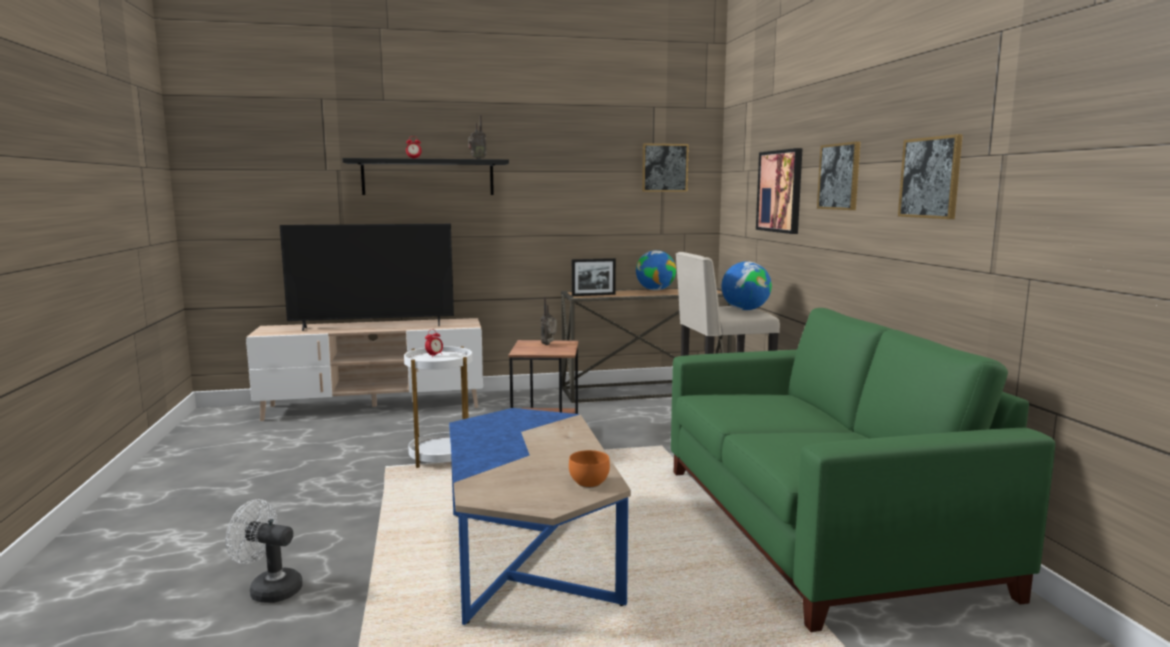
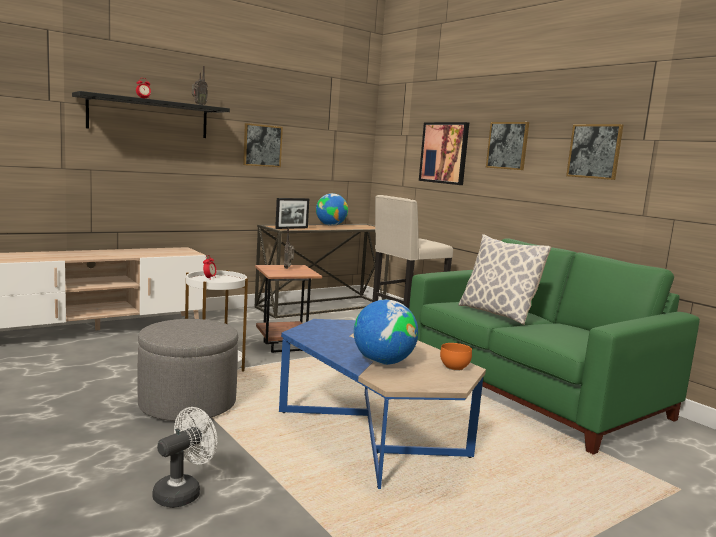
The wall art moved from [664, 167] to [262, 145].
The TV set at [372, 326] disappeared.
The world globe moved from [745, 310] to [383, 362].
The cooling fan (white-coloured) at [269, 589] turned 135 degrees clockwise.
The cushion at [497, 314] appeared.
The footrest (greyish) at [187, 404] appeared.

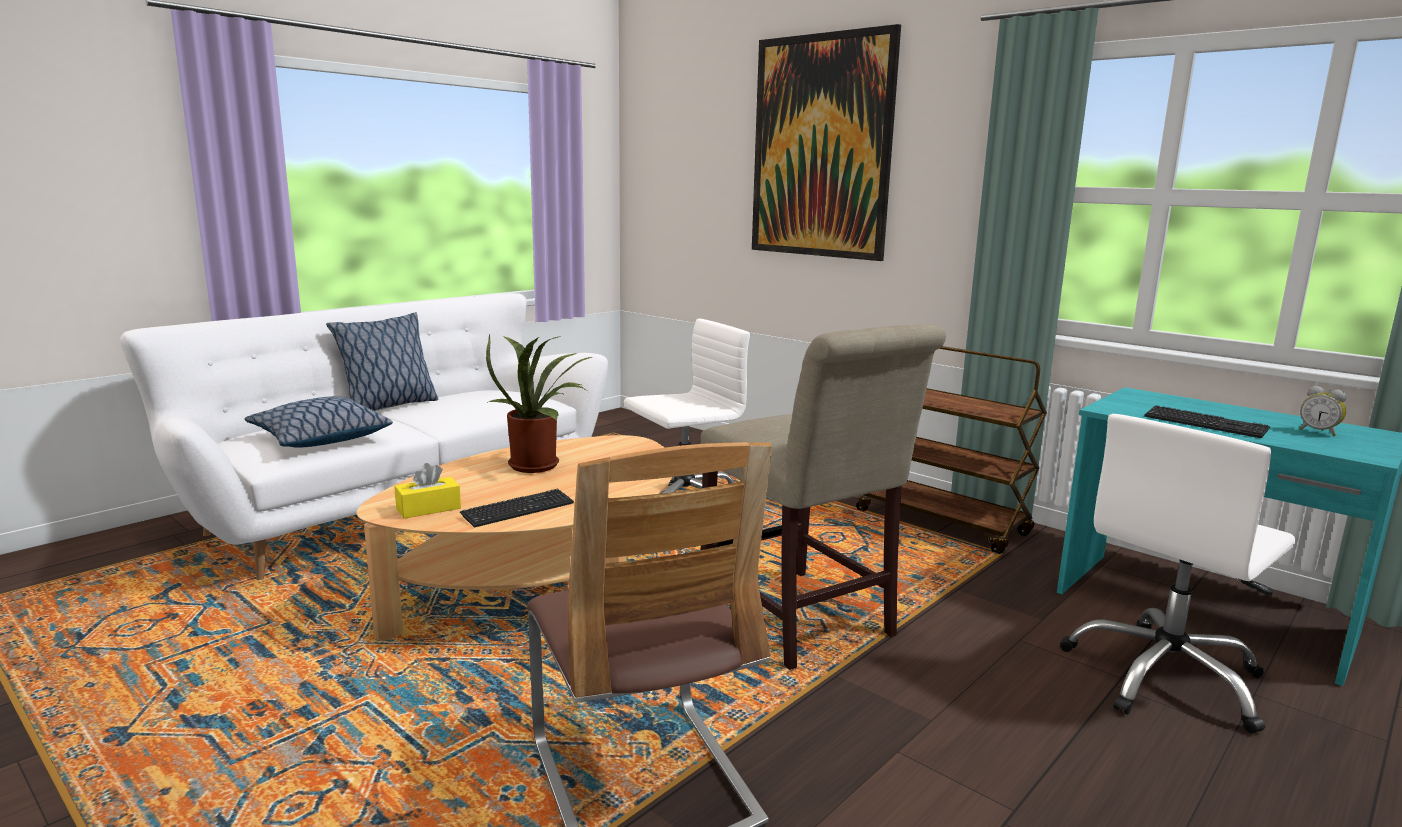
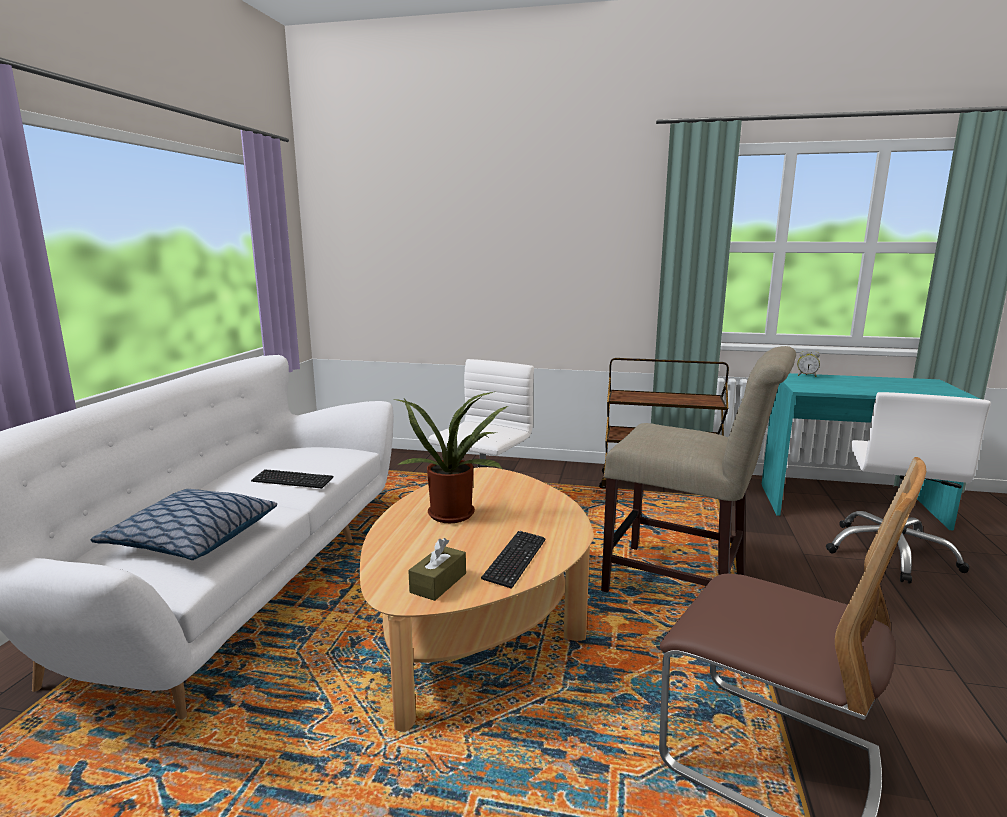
The wall art at [821, 147] disappeared.
The cushion at [388, 406] disappeared.
The bedside clock moved from [1319, 432] to [806, 376].
The keyboard moved from [1204, 424] to [292, 481].
The box of tissues (yellow-coloured) at [428, 508] became the box of tissues (brownish) at [438, 583].

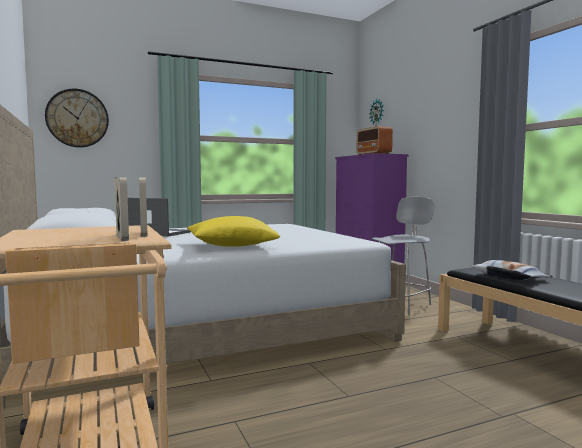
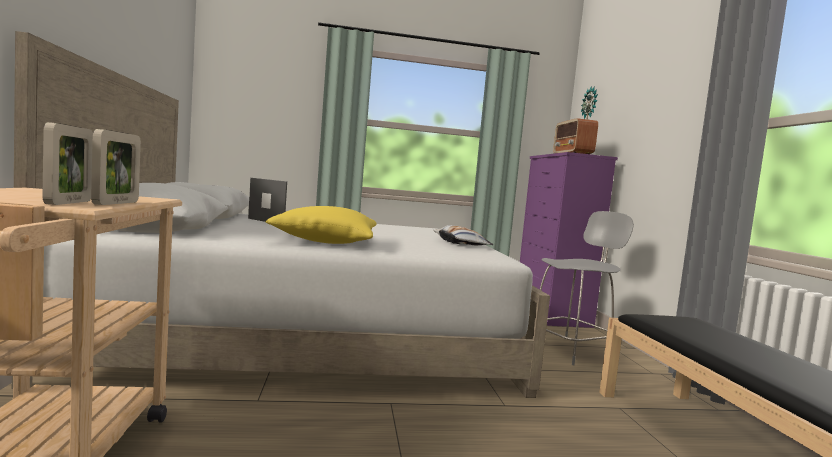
The clock on the wall at [77, 118] disappeared.
The cushion moved from [509, 277] to [460, 243].

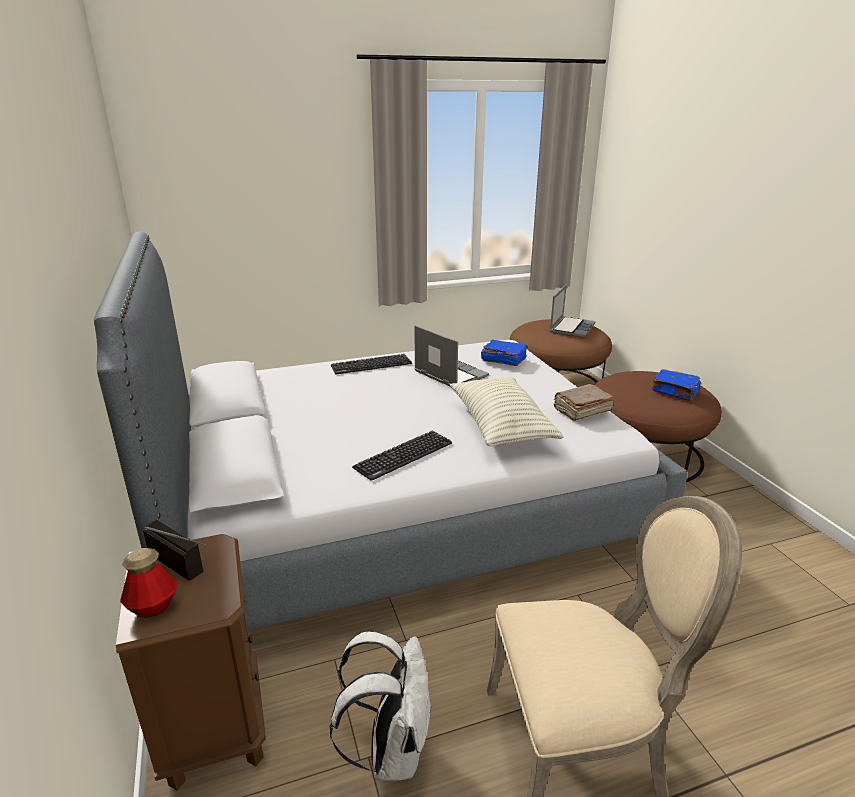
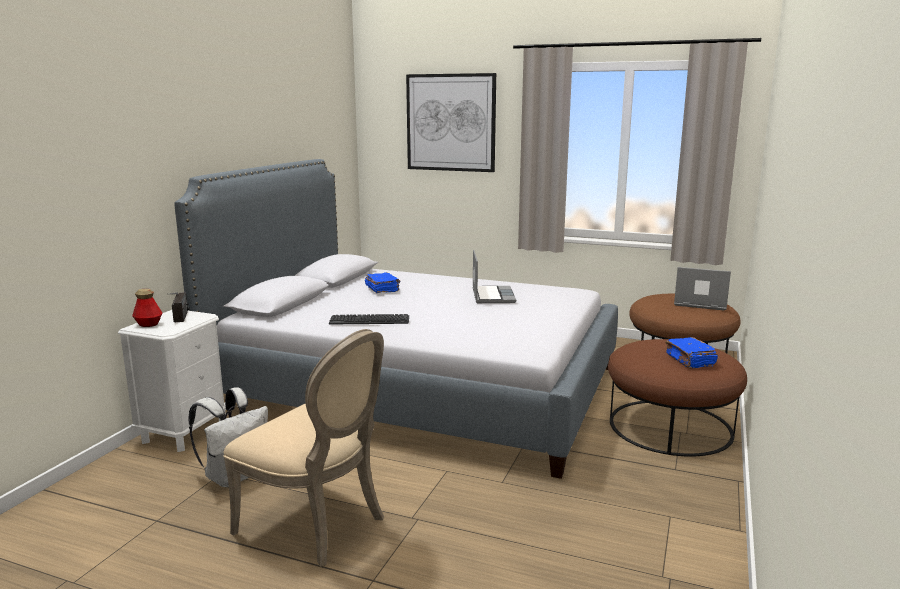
The laptop at [571, 328] turned 135 degrees counterclockwise.
The book (blue) moved from [503, 360] to [382, 289].
The keyboard at [371, 365] disappeared.
The cushion at [500, 426] disappeared.
The book (brownish) at [581, 411] disappeared.
The nightstand (brownish) at [213, 726] became the nightstand (white-coloured) at [184, 432].
The wall art at [450, 123] appeared.

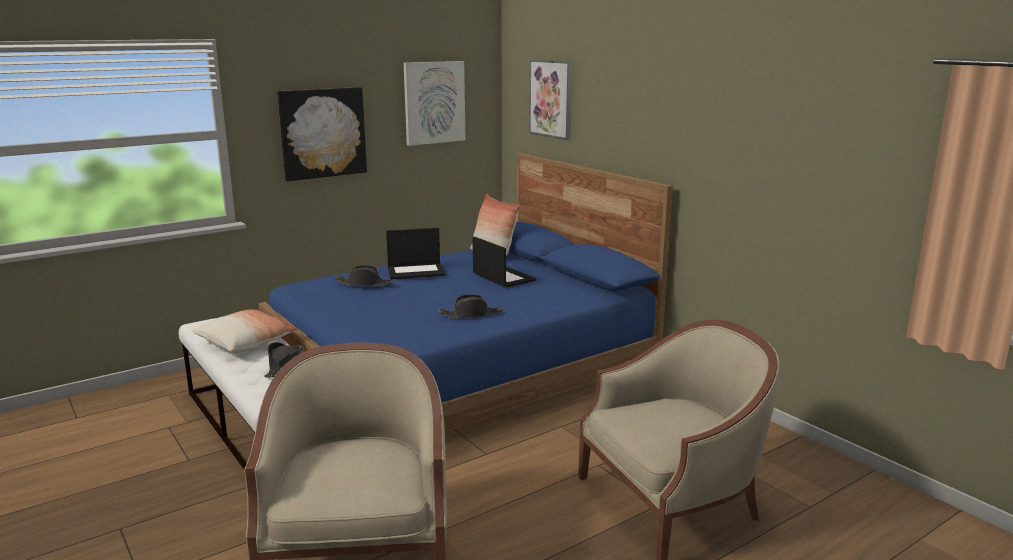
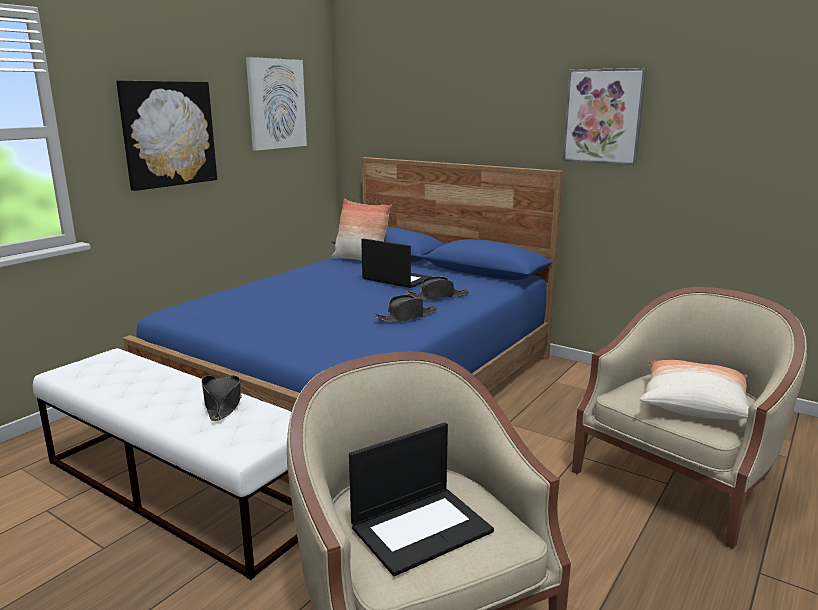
The wall art moved from [551, 99] to [603, 116].
The laptop moved from [416, 271] to [421, 528].
The wearable hat (blackish) moved from [364, 283] to [438, 296].
The cushion moved from [247, 343] to [693, 404].

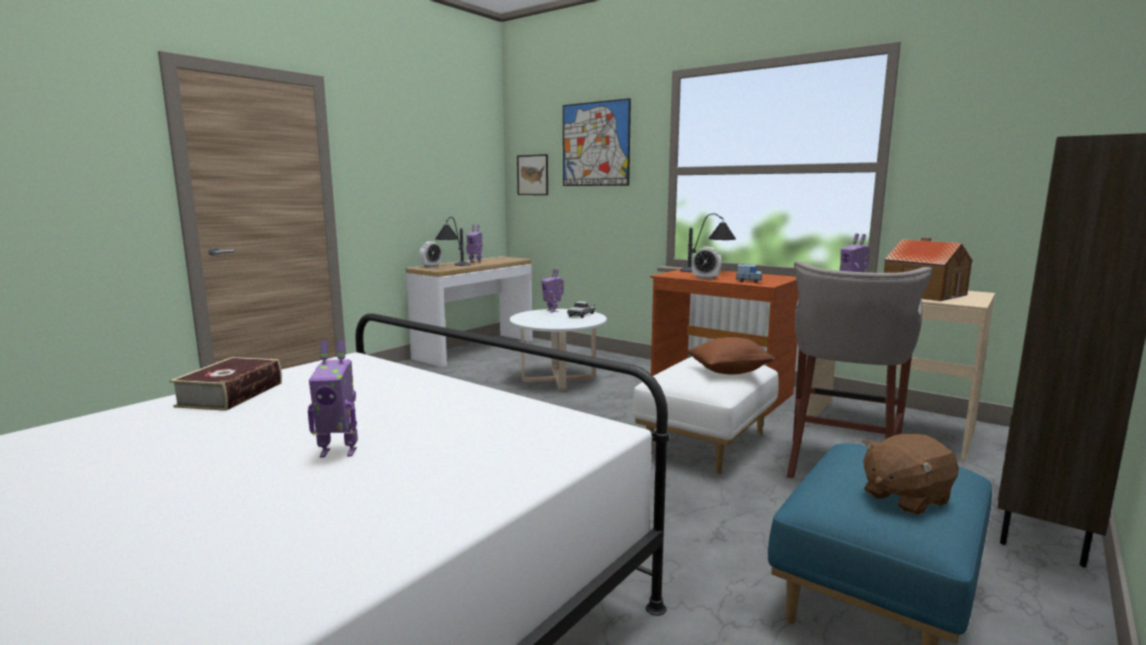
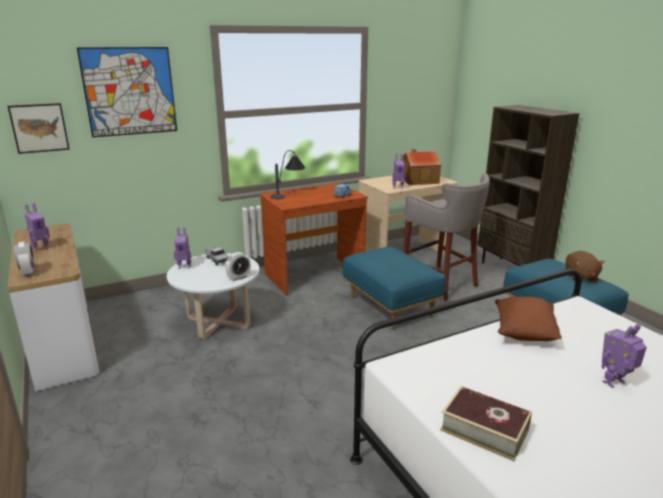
The table lamp at [453, 266] disappeared.
The bedside clock moved from [705, 278] to [238, 277].
The cushion (brownish) moved from [729, 372] to [524, 333].
The model robot at [339, 451] turned 135 degrees counterclockwise.
The footrest (white-coloured) at [705, 443] became the footrest (blue) at [389, 306].

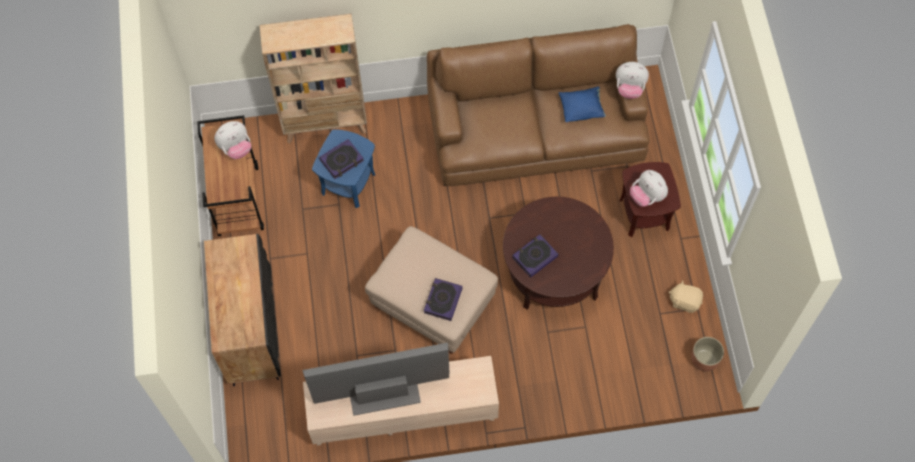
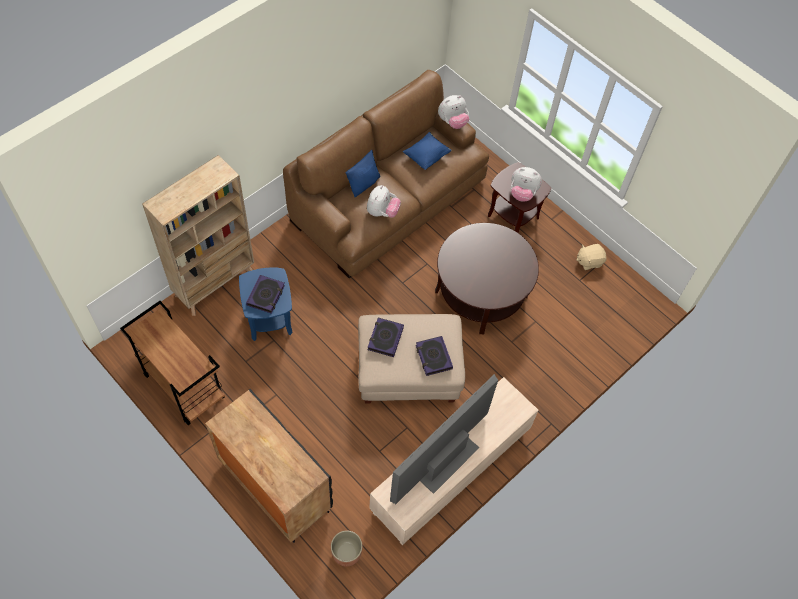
The cuddly toy moved from [236, 148] to [382, 212].
The book moved from [534, 257] to [385, 338].
The flower pot moved from [704, 360] to [346, 553].
The cushion (blue) at [363, 184] appeared.

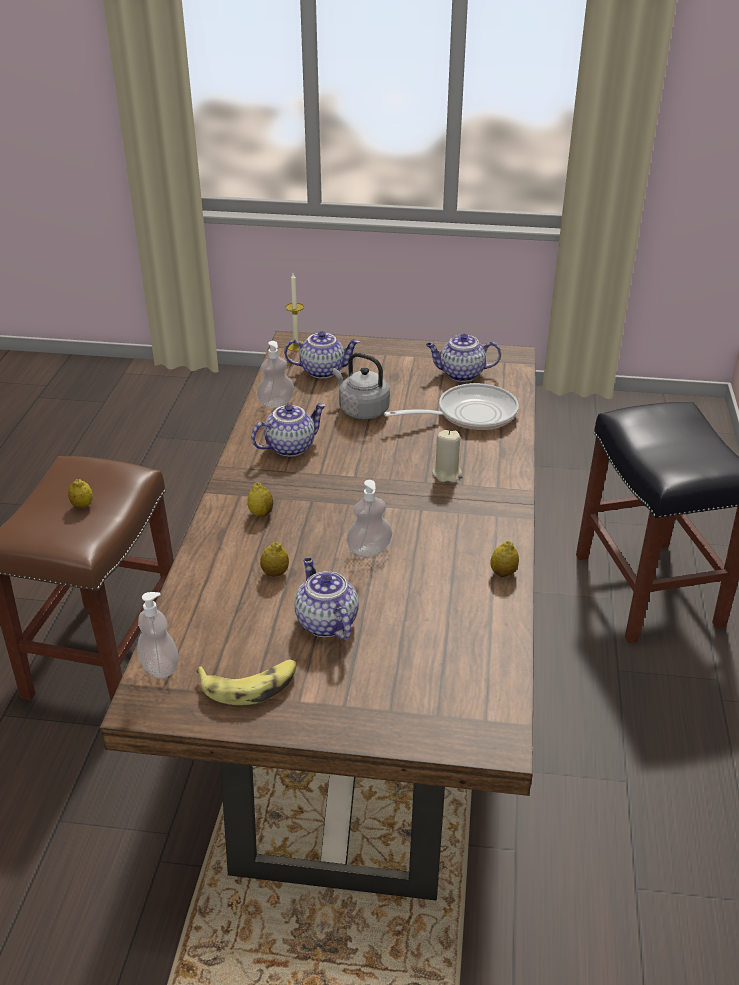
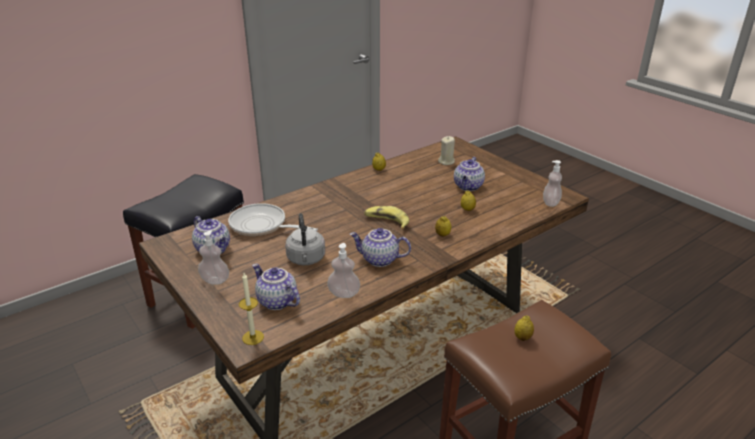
The wax candle (sand-coloured) moved from [447, 474] to [446, 162].
The soap dispenser moved from [369, 550] to [215, 280].
The whole banana moved from [250, 685] to [387, 221].

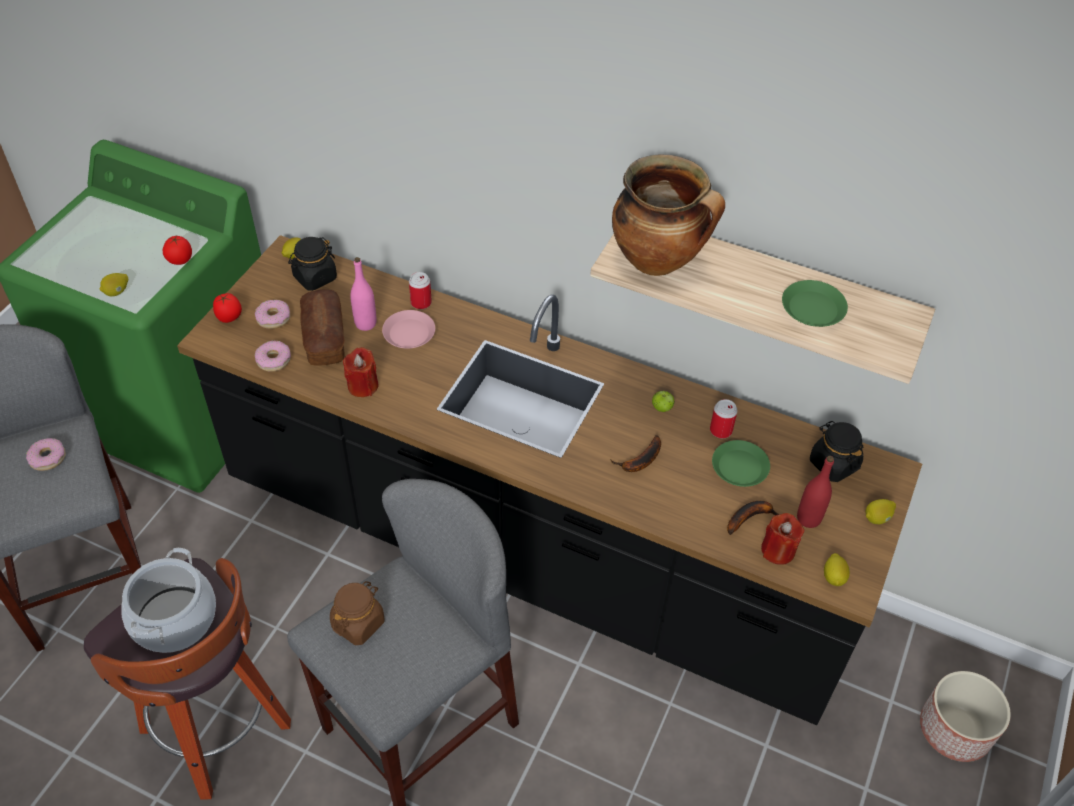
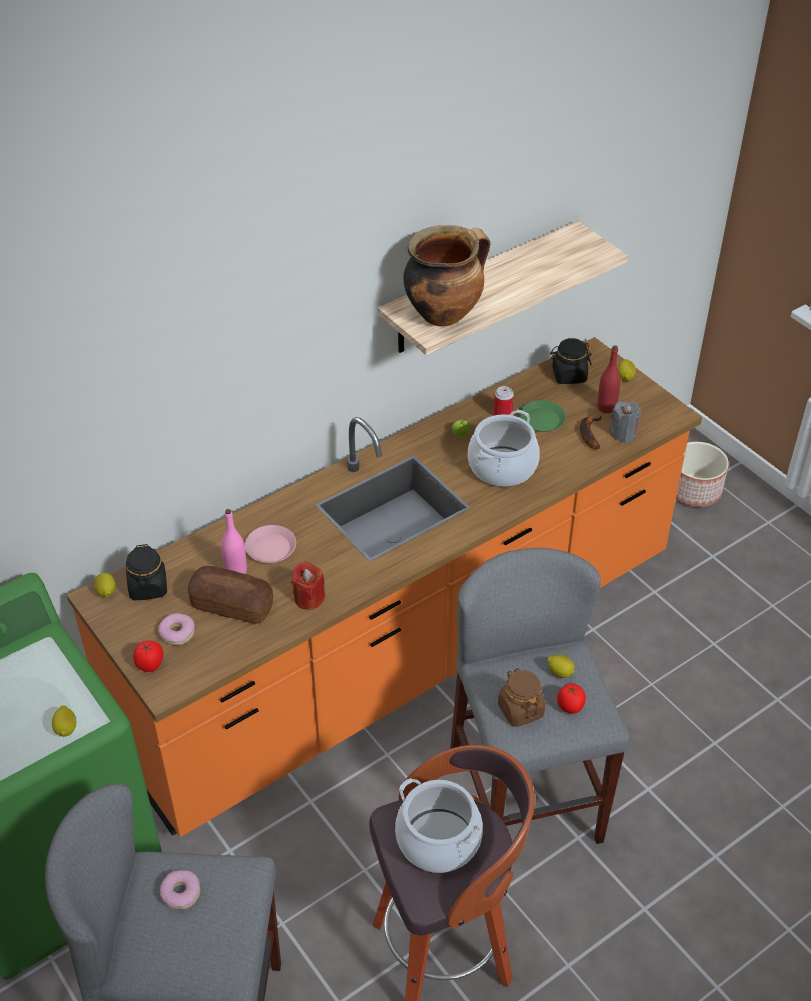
The kitchen base unit (blackish) at [532, 551] became the kitchen base unit (orange) at [405, 653].
The fresh tomato moved from [180, 261] to [570, 707].
The metal can at [421, 303] disappeared.
The plate (green) at [812, 308] disappeared.
The donut at [273, 360] disappeared.
The whole banana at [640, 461] was replaced by the stockpot at [502, 467].
The wax candle (red) at [778, 550] became the wax candle (greyish) at [623, 433].
The citrus fruit moved from [834, 577] to [560, 672].

